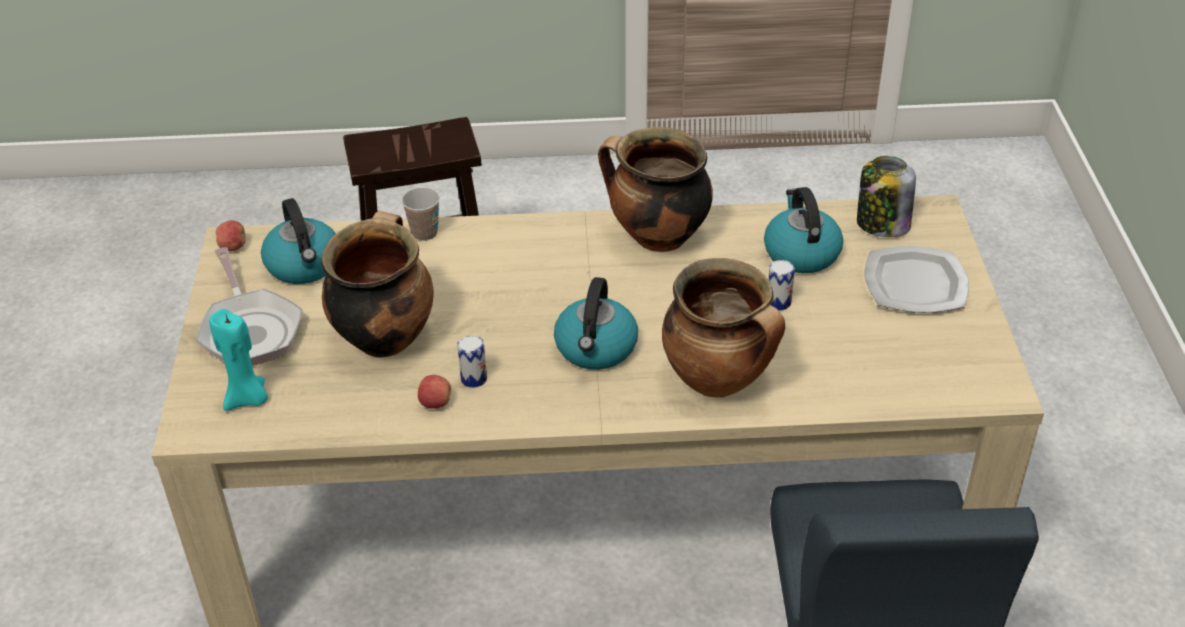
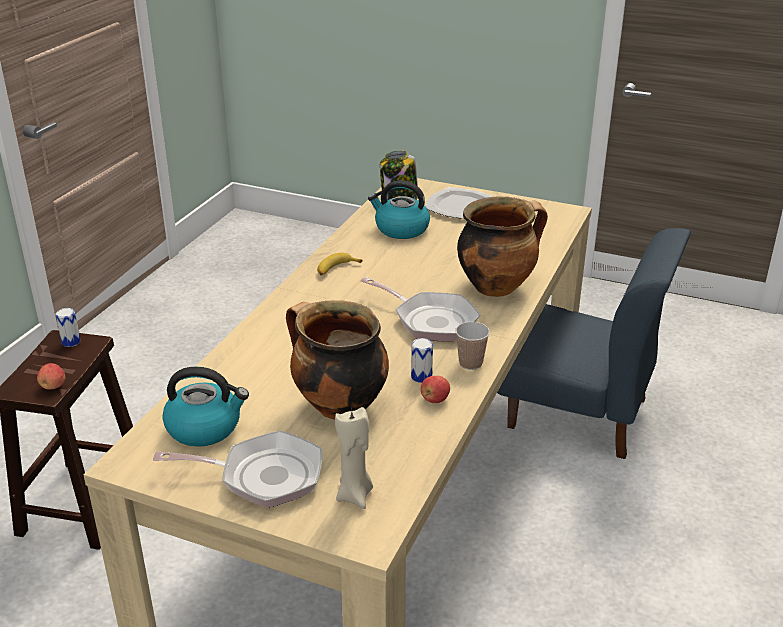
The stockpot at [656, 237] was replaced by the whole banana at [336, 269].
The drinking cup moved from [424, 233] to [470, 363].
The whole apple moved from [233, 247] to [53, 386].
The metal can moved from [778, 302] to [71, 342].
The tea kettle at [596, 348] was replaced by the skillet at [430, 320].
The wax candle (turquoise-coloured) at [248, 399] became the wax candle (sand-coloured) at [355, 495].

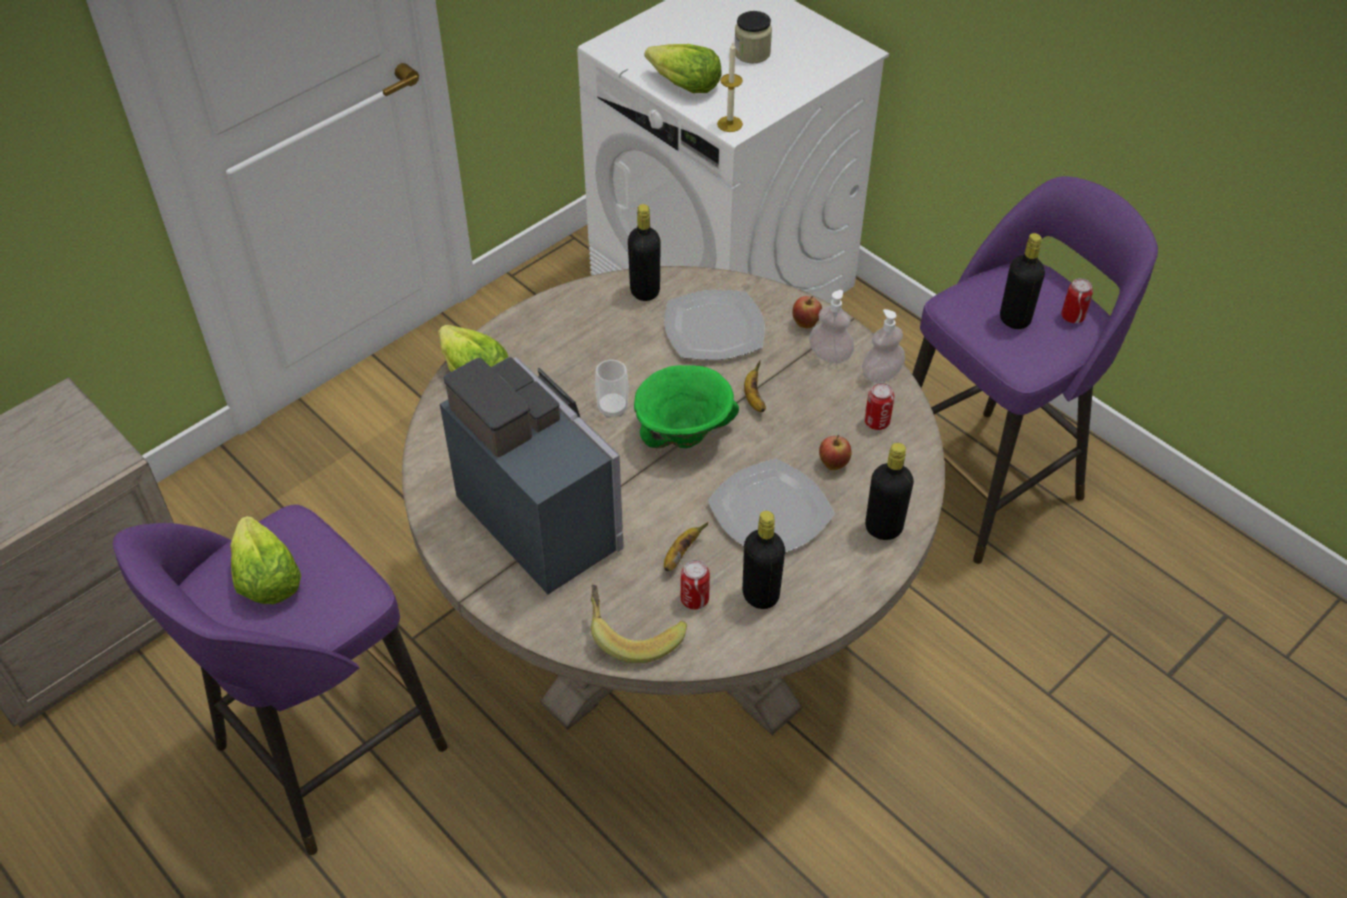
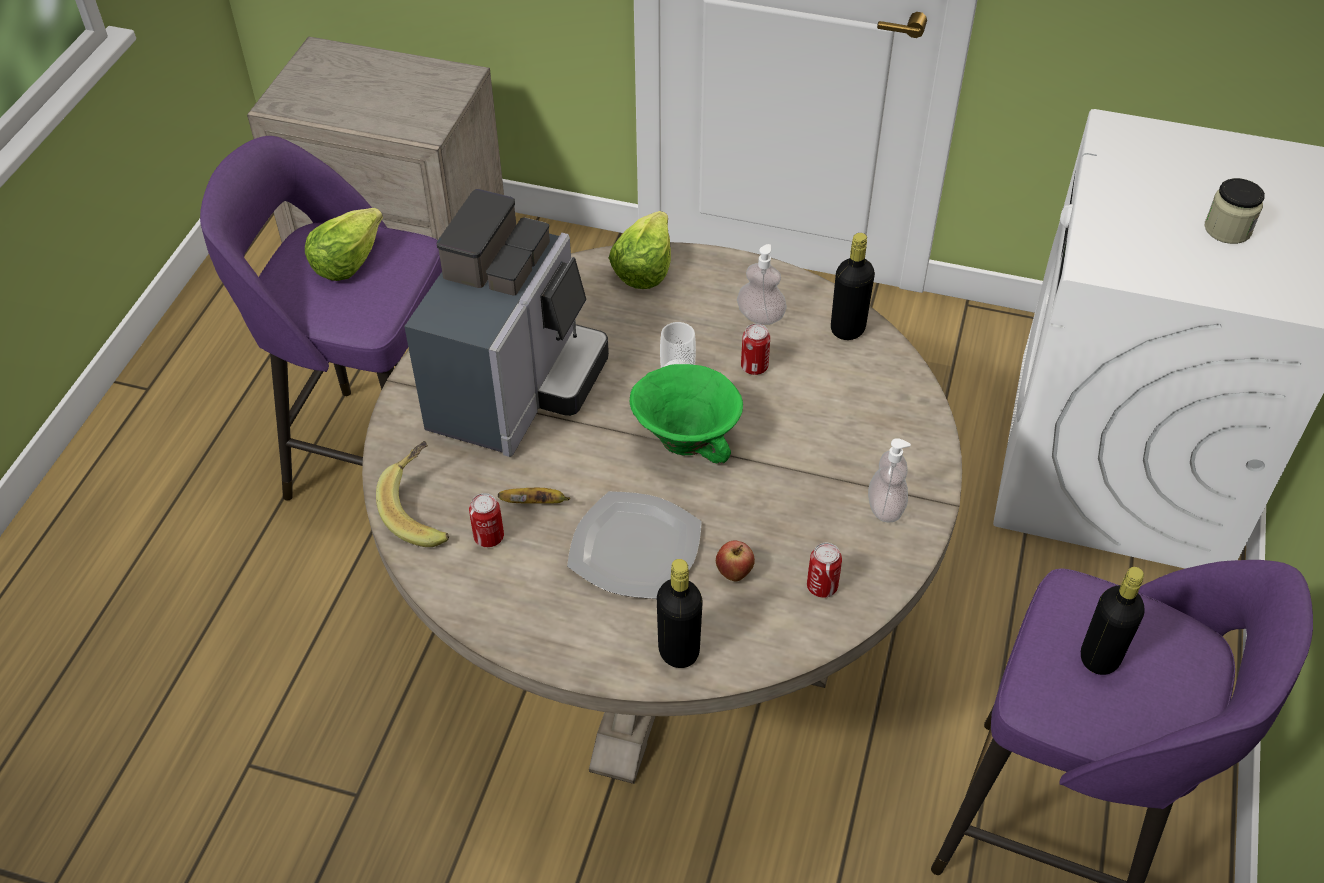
The wax candle at [729, 124] disappeared.
The head of lettuce at [684, 85] disappeared.
The metal can moved from [1072, 316] to [754, 366].
The plate at [713, 328] disappeared.
The whole apple at [806, 324] disappeared.
The soap dispenser moved from [881, 374] to [760, 316].
The whole banana at [754, 398] disappeared.
The bottle (blackish) at [760, 595] disappeared.

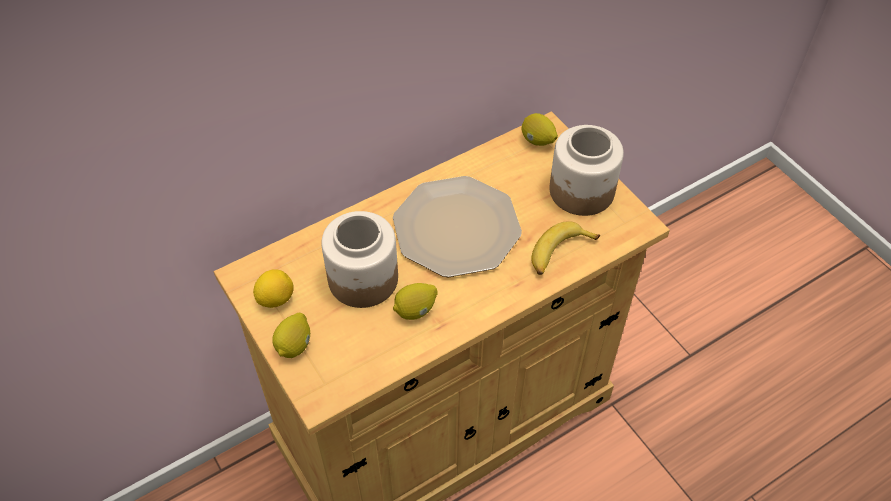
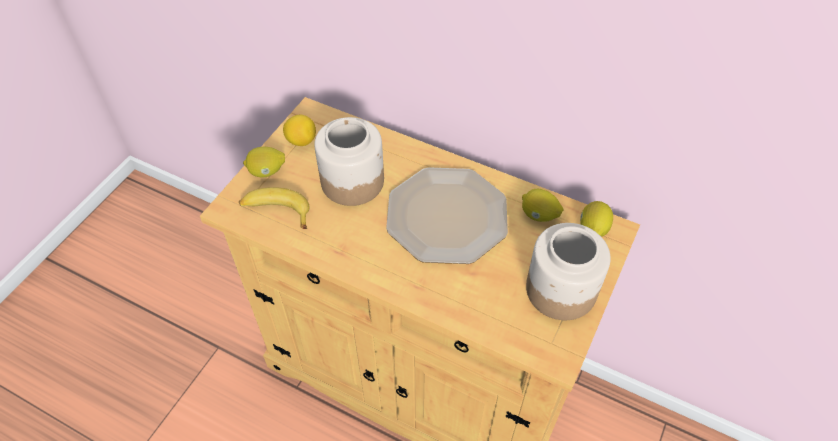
The whole banana moved from [559, 253] to [276, 211].
The citrus fruit moved from [415, 310] to [539, 215].

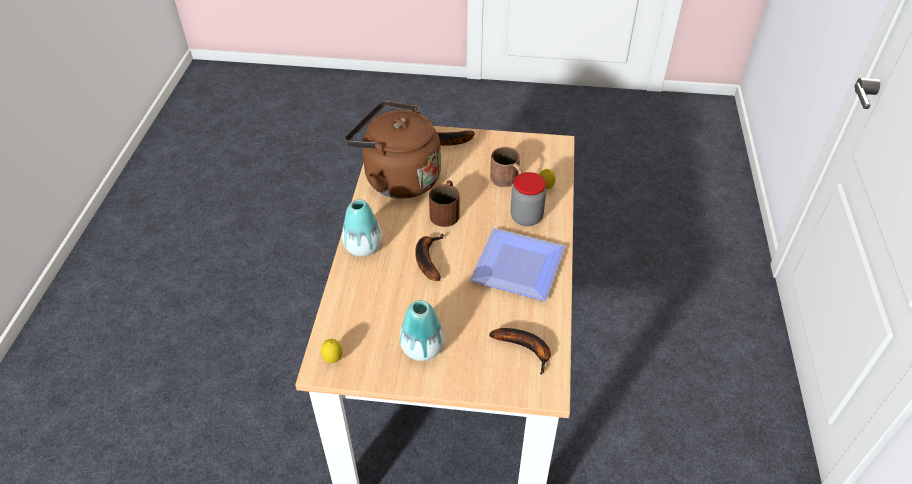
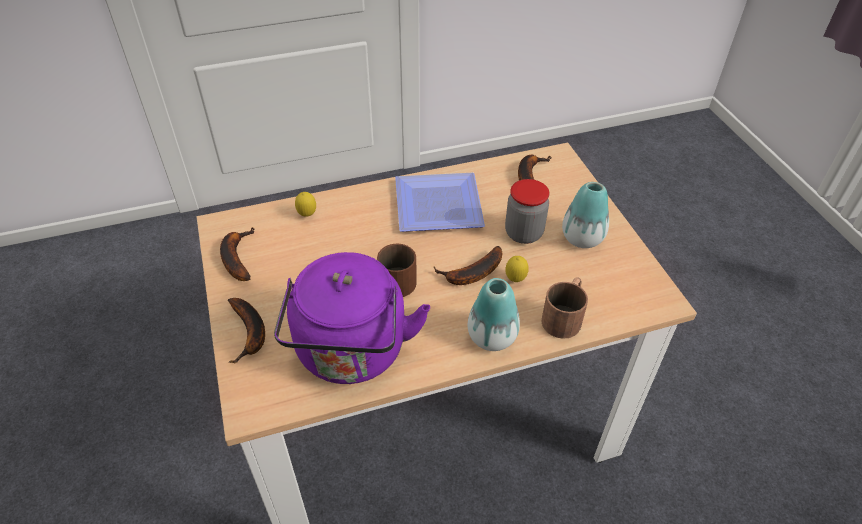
The tea kettle (brownish) at [397, 178] became the tea kettle (purplish) at [351, 354].
The coffee mug (brownish) moved from [508, 181] to [565, 315].
The preserve jar moved from [526, 217] to [523, 233].
The citrus fruit moved from [333, 360] to [515, 280].
The whole banana at [236, 257] appeared.

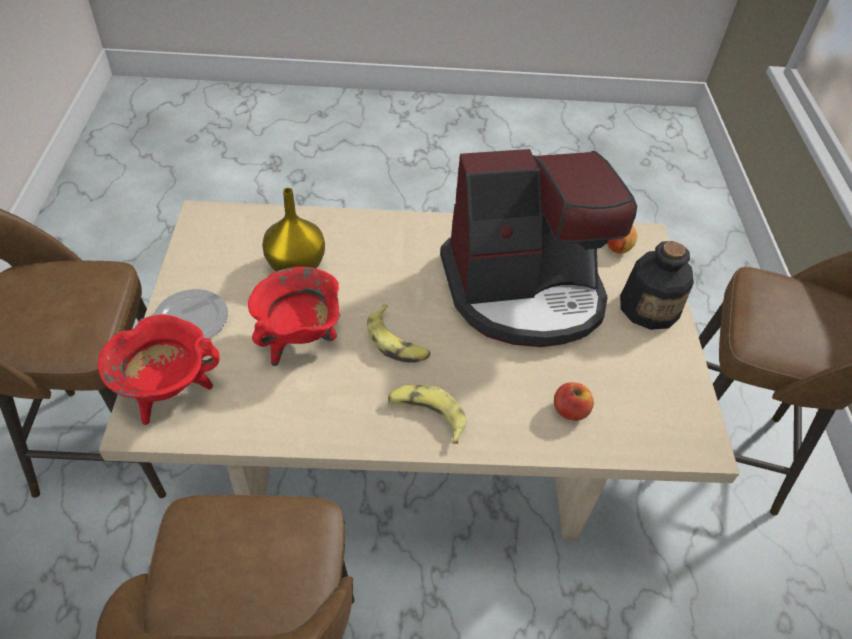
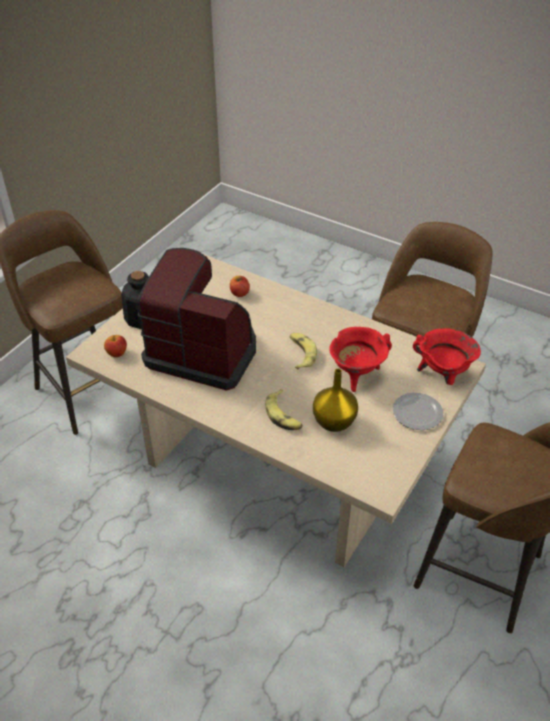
The whole banana moved from [427, 415] to [283, 415].

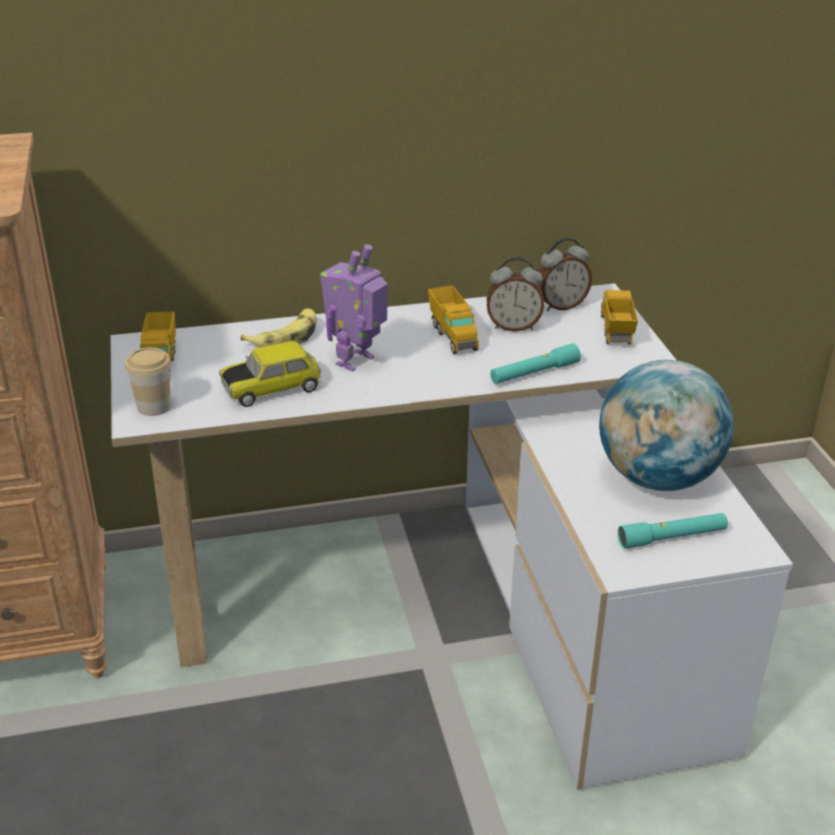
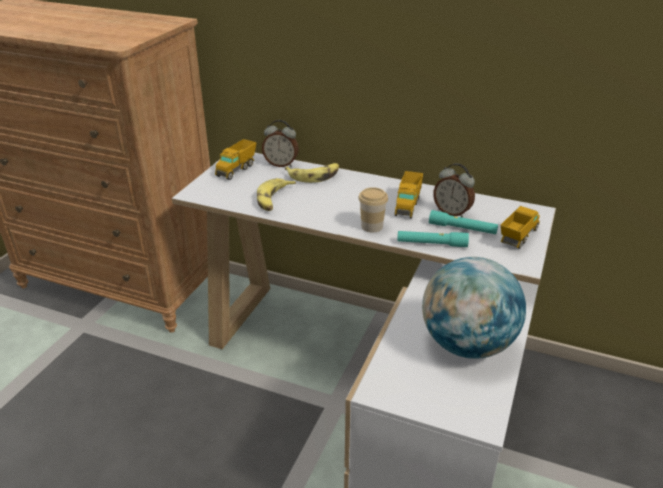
The bedside clock moved from [561, 306] to [281, 164].
The model robot at [356, 361] disappeared.
The model car at [272, 387] was replaced by the whole banana at [274, 200].
The drinking cup moved from [154, 406] to [372, 226].
The hand torch (turquoise-coloured) moved from [672, 537] to [462, 228].

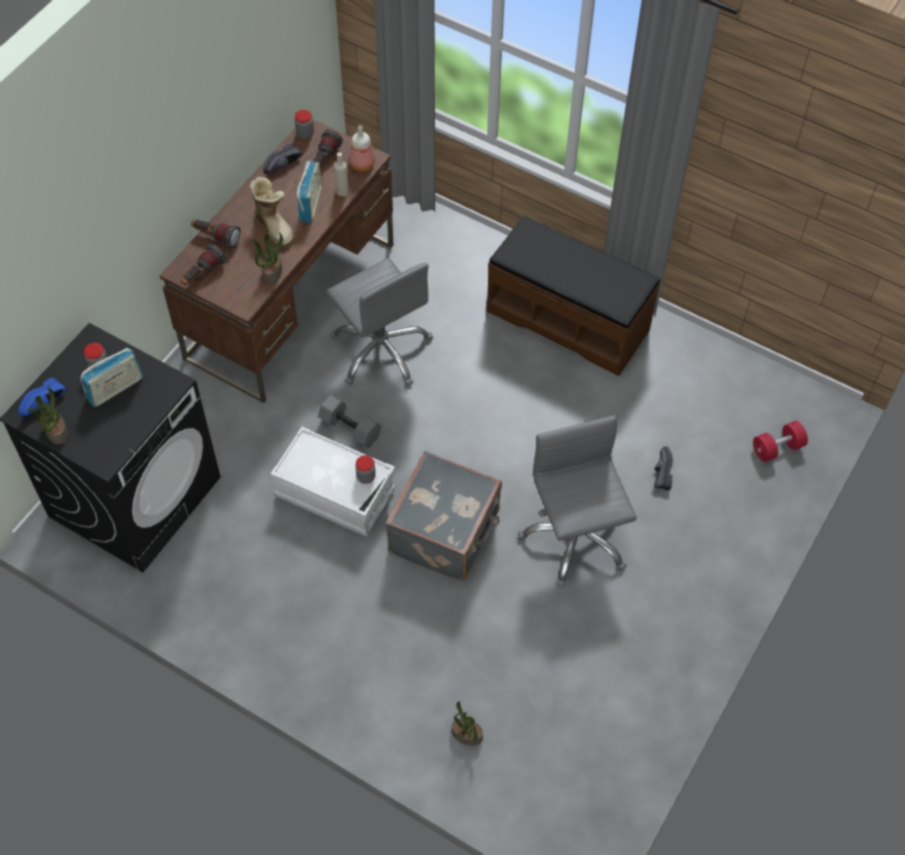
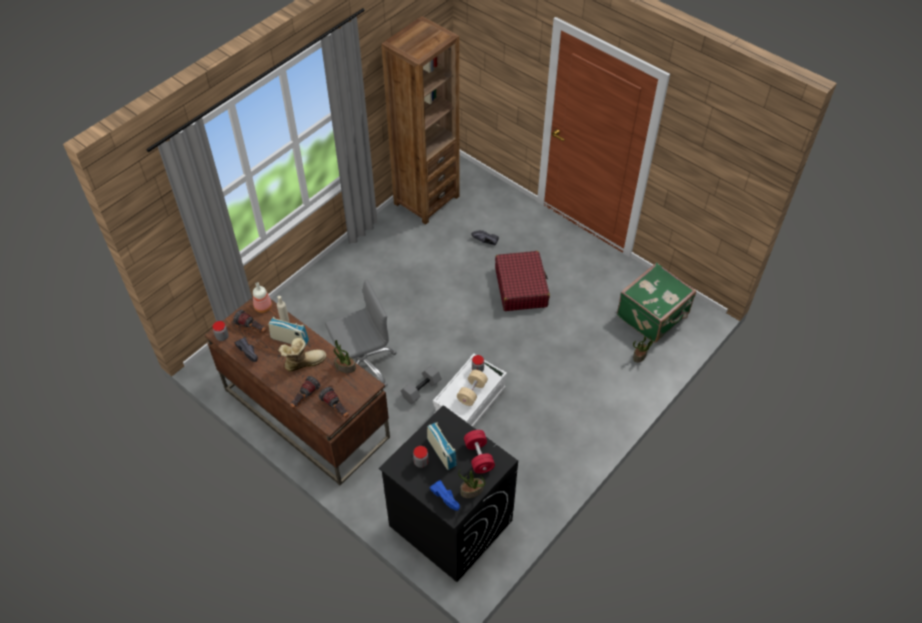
The bench (brownish) at [568, 319] disappeared.
The desk chair (greyish) at [575, 538] was replaced by the suitcase (red) at [521, 287].
The free weight (red) moved from [777, 448] to [479, 456].
The suitcase (greyish) at [446, 533] disappeared.
The bookcase (brownish) at [426, 200] appeared.
The suitcase (green) at [653, 316] appeared.
The free weight (sand-coloured) at [472, 392] appeared.

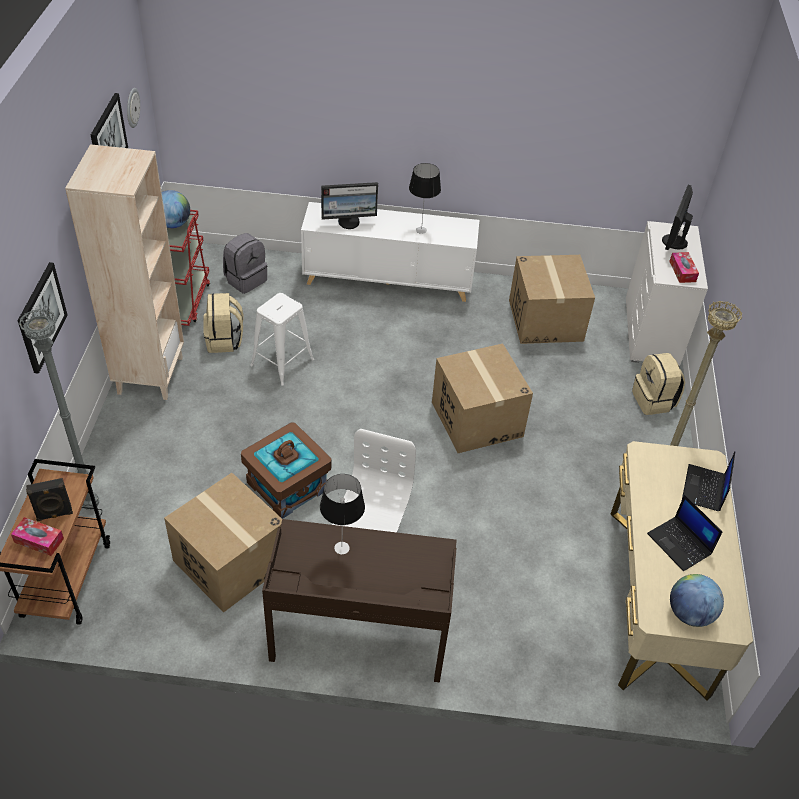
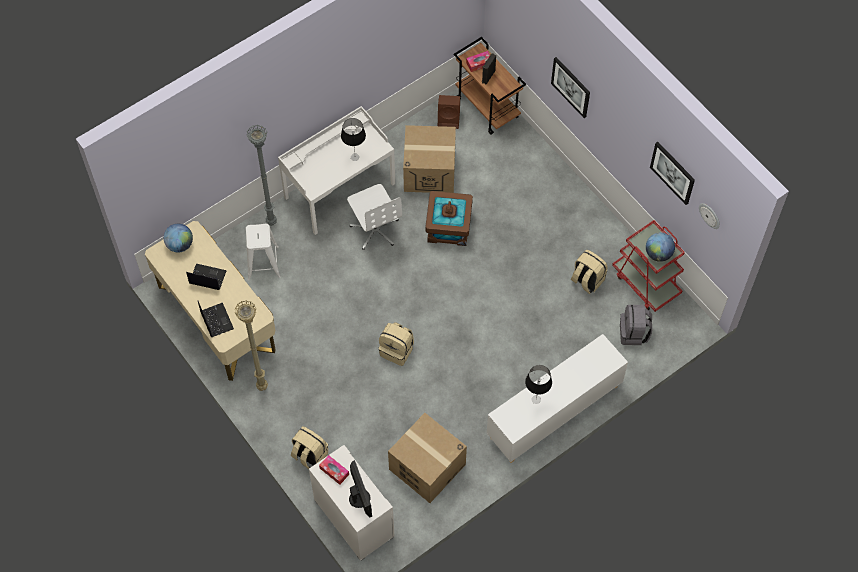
The bookcase (sand-coloured) at [150, 374] disappeared.
The monitor at [349, 222] disappeared.
The stool seat (white-coloured) moved from [282, 362] to [263, 263].
The standing lamp (greyish) moved from [91, 505] to [272, 222].
The packing box at [476, 419] was replaced by the rucksack (sand-coloured) at [397, 350].
The desk (brownish) at [360, 631] became the desk (white-coloured) at [339, 190].
The speaker (brownish) at [449, 119] appeared.

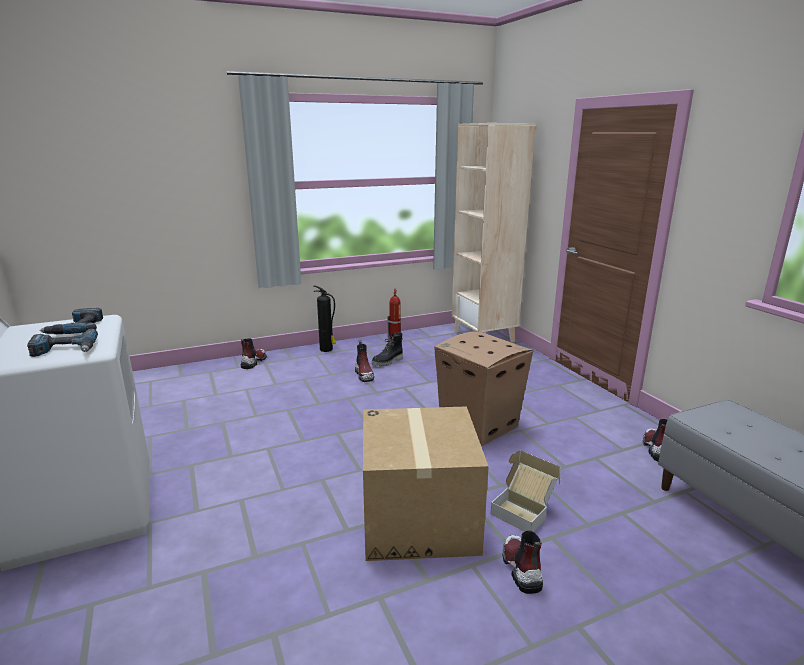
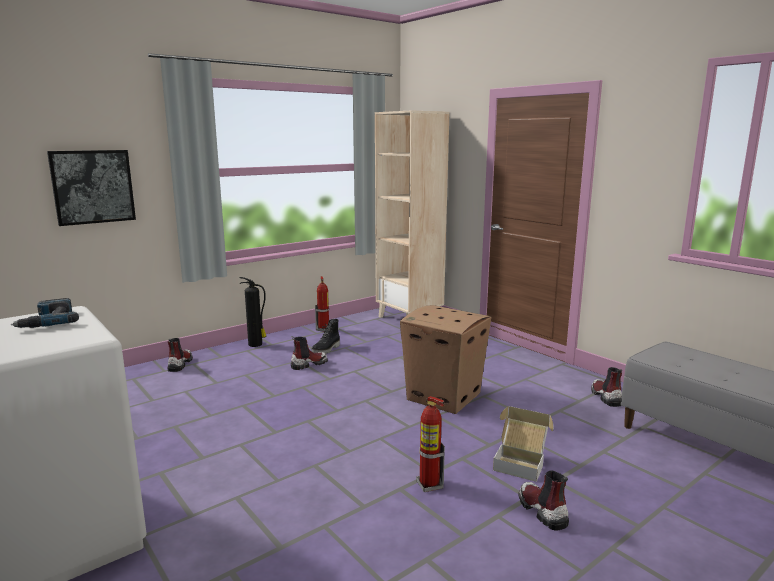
The electric drill at [65, 350] disappeared.
The boot at [364, 375] turned 90 degrees counterclockwise.
The packing box at [419, 519] was replaced by the fire-fighting cylinder at [429, 485].
The wall art at [93, 186] appeared.

